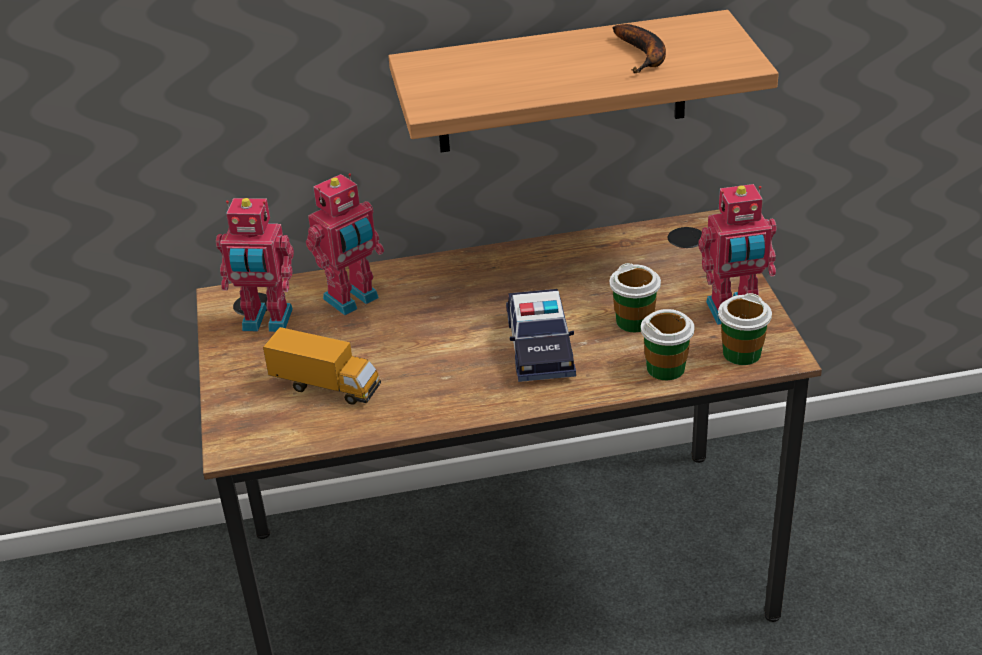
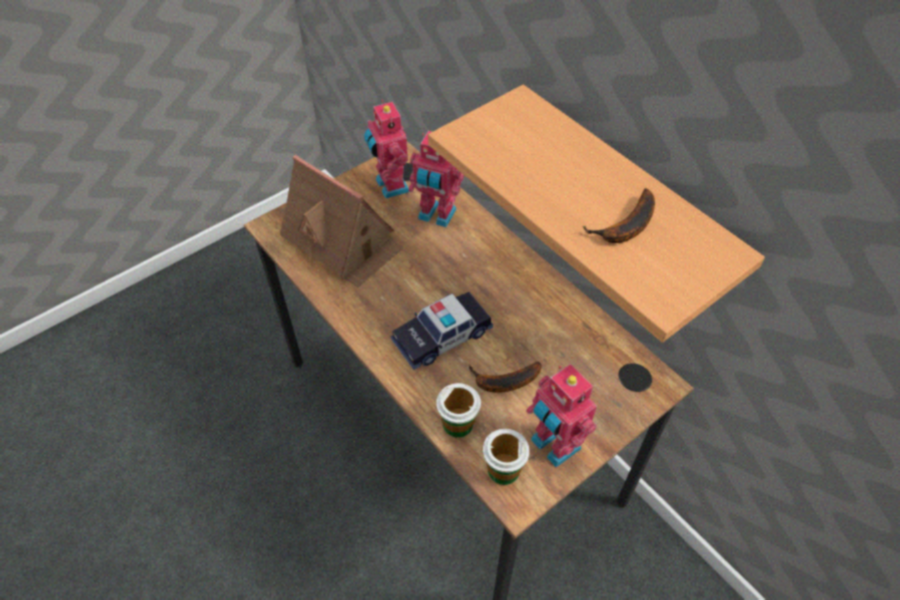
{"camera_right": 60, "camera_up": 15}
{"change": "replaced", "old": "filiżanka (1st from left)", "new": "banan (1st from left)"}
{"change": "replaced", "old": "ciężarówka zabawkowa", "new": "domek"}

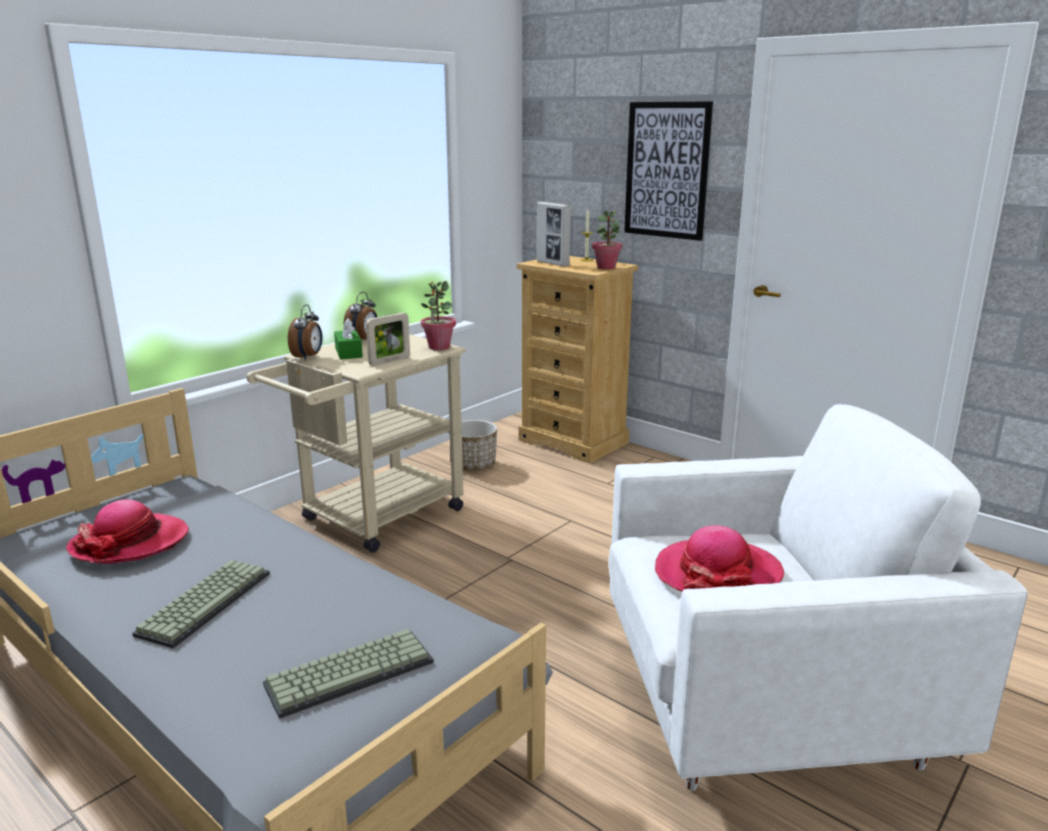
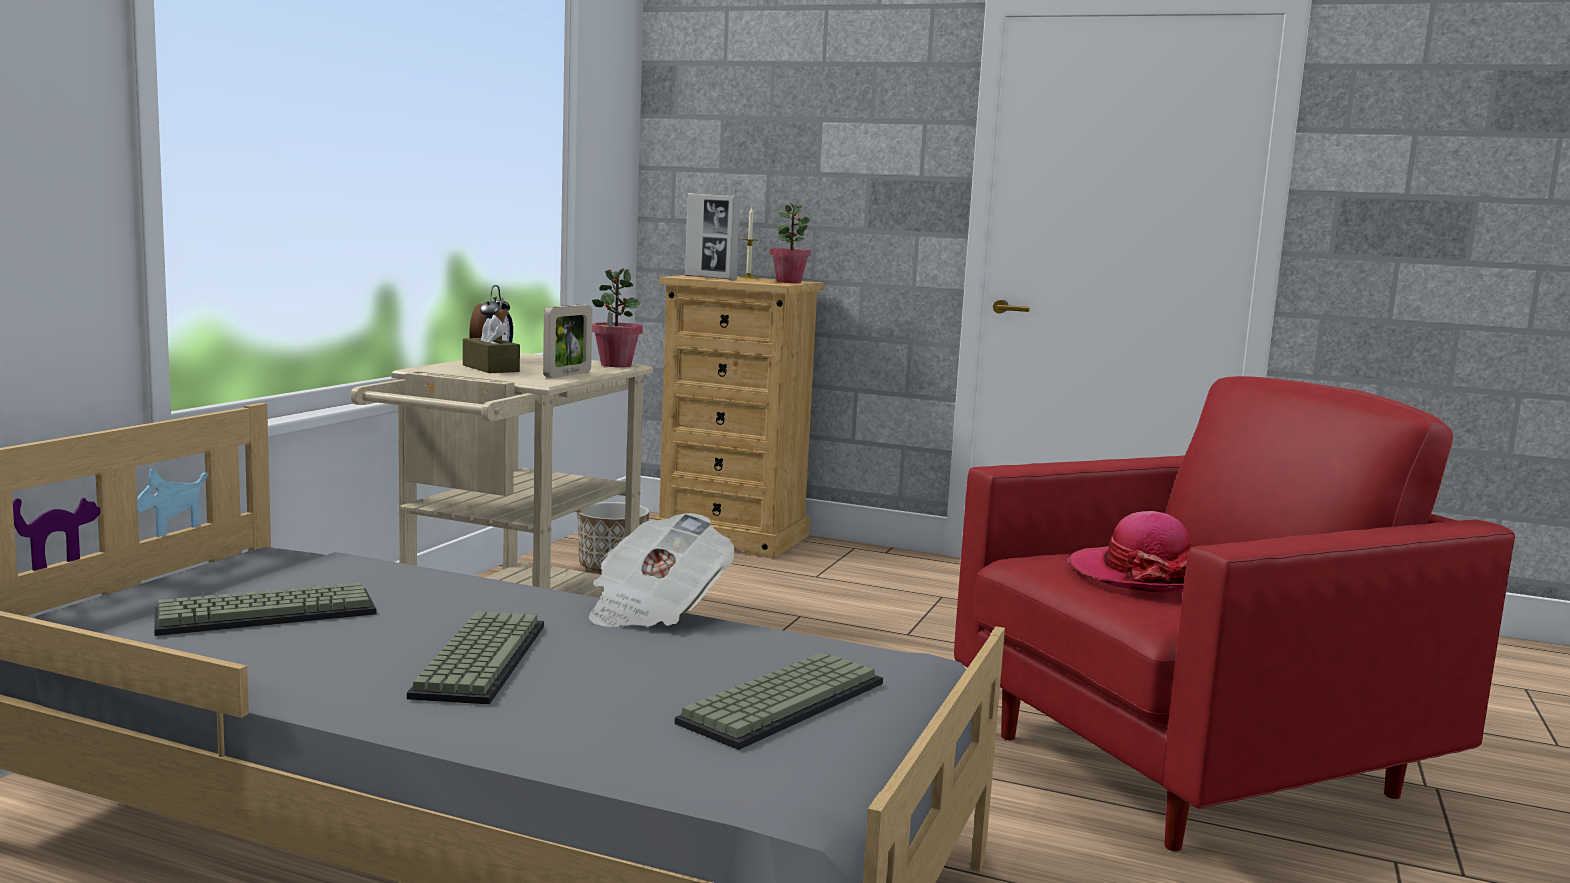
{"camera_right": -20, "camera_up": -10}
{"change": "removed", "old": "obraz"}
{"change": "removed", "old": "budzik (1st from left)"}
{"change": "recoloured", "old": "pudełko chusteczek [zielony]", "new": "pudełko chusteczek [brązowy]"}
{"change": "recoloured", "old": "fotel [biały]", "new": "fotel [czerwony]"}
{"change": "replaced", "old": "kapelusz (1st from left)", "new": "klawiatura (1st from left)"}
{"change": "added", "new": "gazeta"}

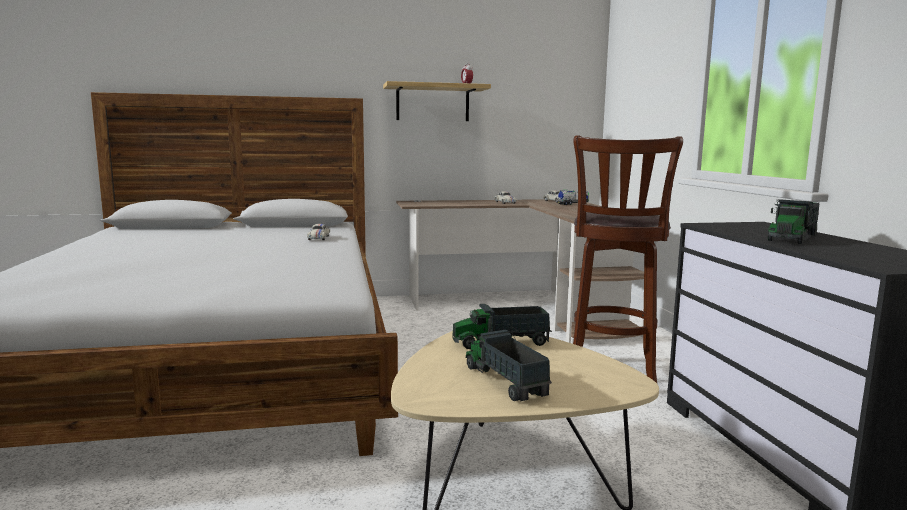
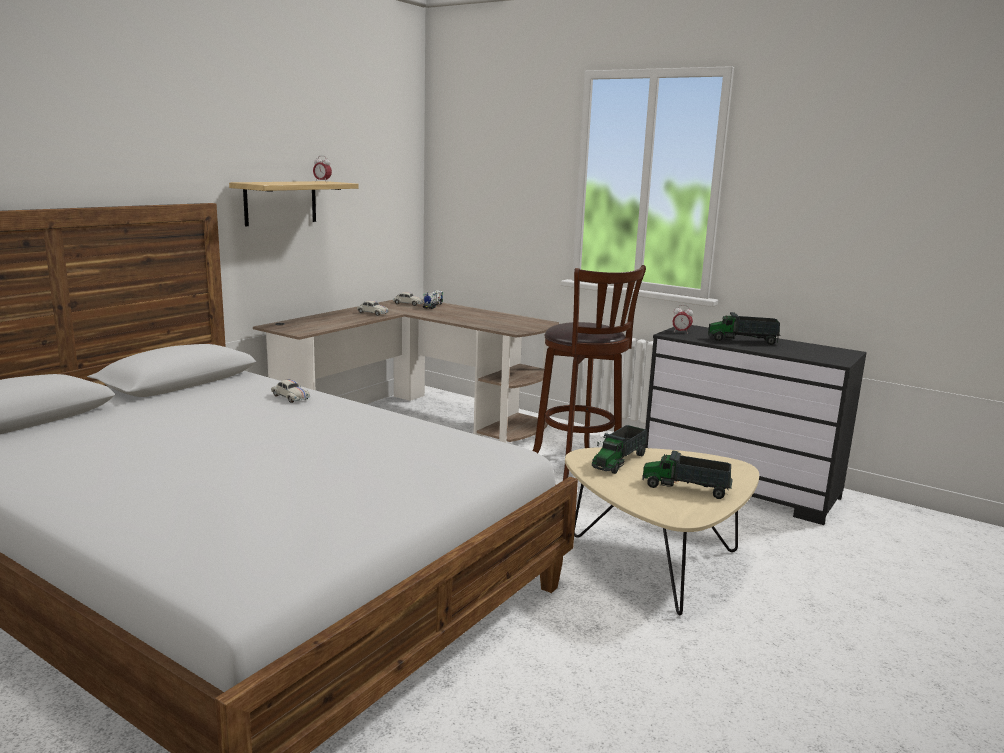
{"camera_right": -45, "camera_up": 5}
{"change": "turned", "old": "ciężarówka zabawkowa (4th from left)", "degrees": 105}
{"change": "added", "new": "budzik (2nd from left)"}

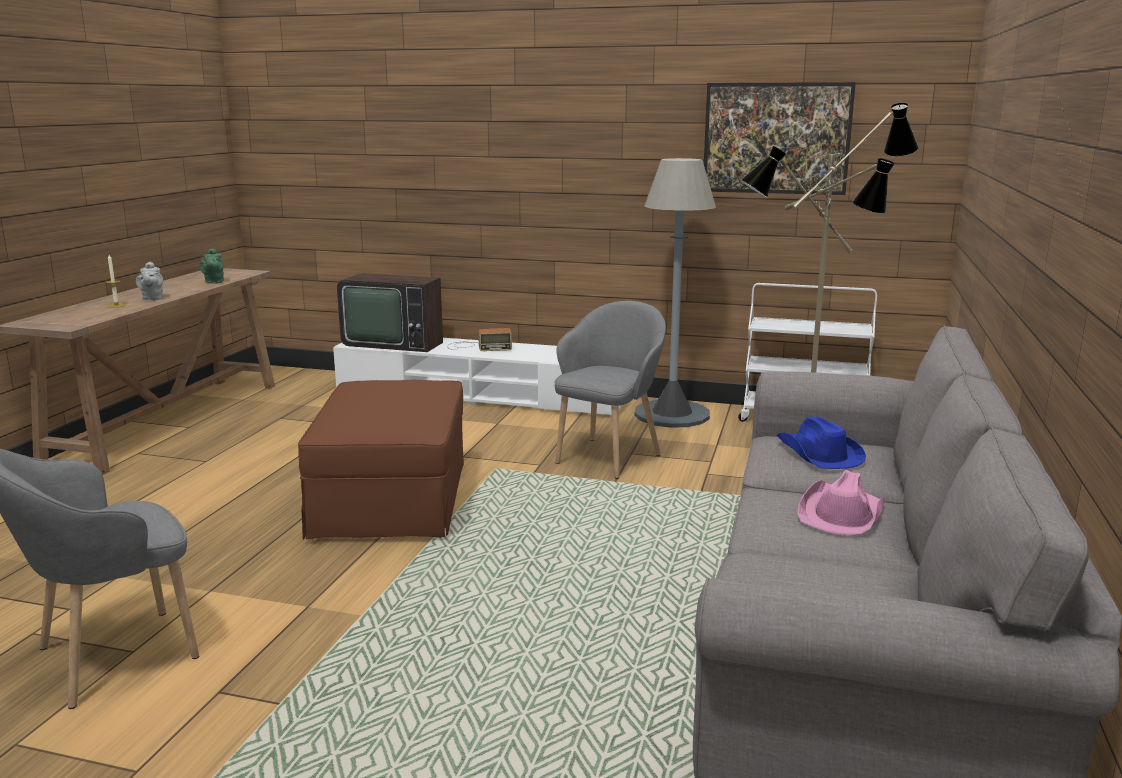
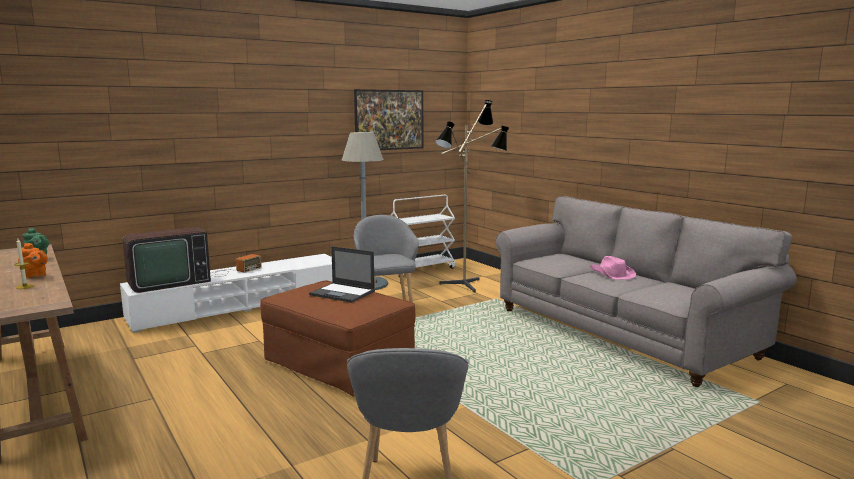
{"camera_right": -50, "camera_up": -5}
{"change": "recoloured", "old": "imbryk [szary]", "new": "imbryk [pomarańczowy]"}
{"change": "removed", "old": "kapelusz [niebieski]"}
{"change": "added", "new": "laptop"}

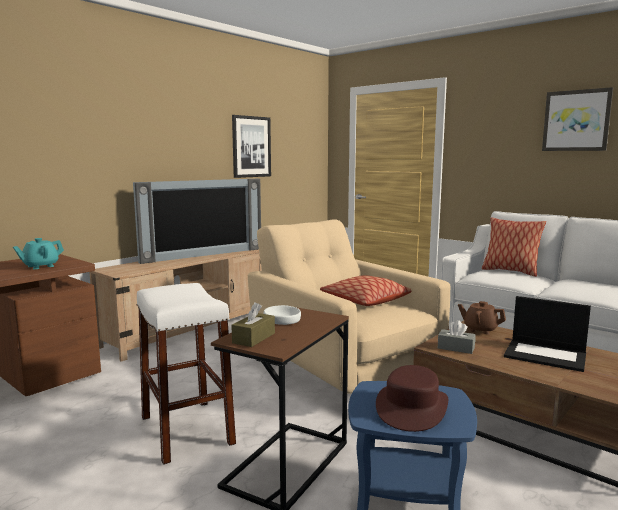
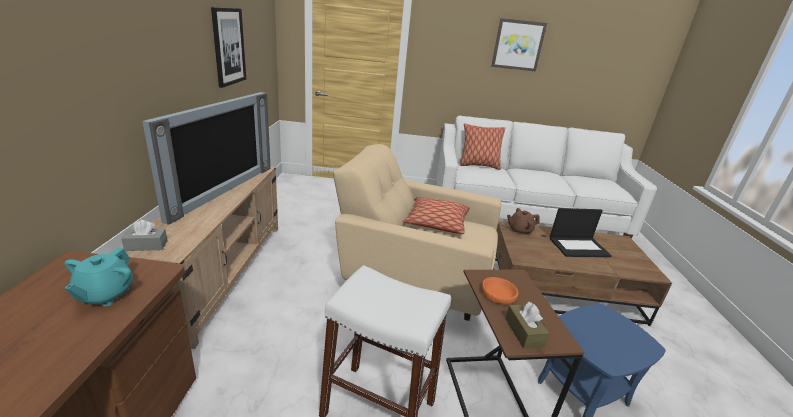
{"camera_right": -40, "camera_up": 15}
{"change": "recoloured", "old": "miska [biały]", "new": "miska [pomarańczowy]"}
{"change": "moved", "old": "pudełko chusteczek [szary]"}
{"change": "removed", "old": "kapelusz [brązowy]"}

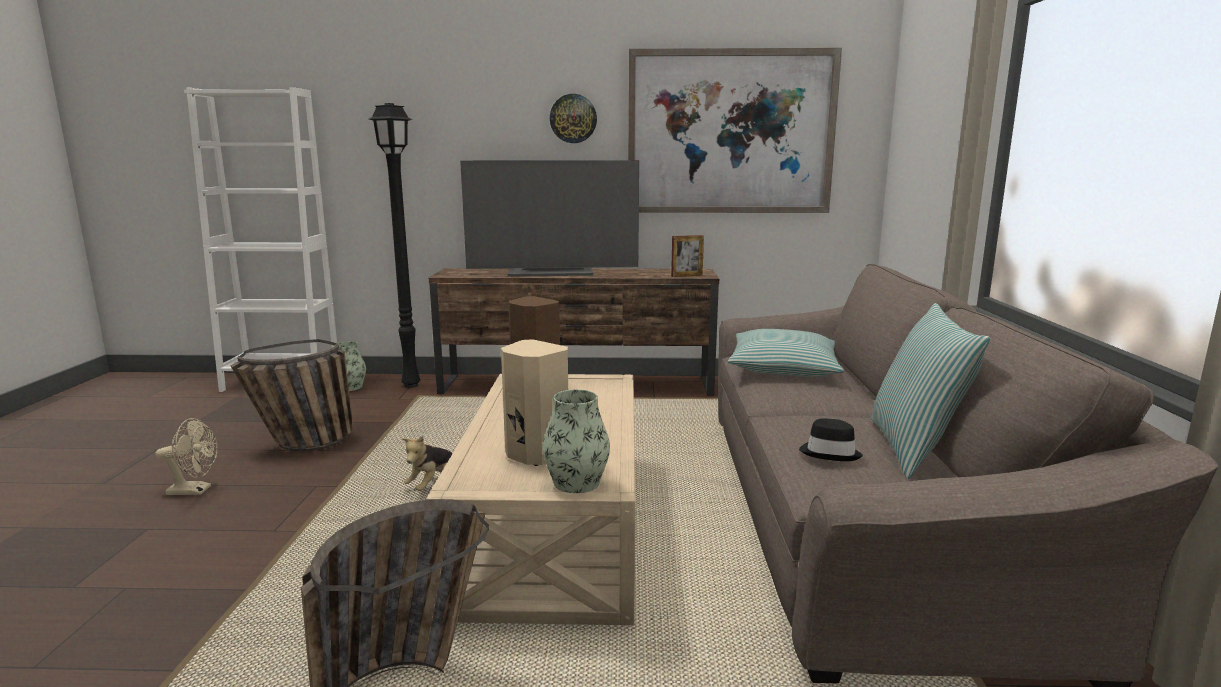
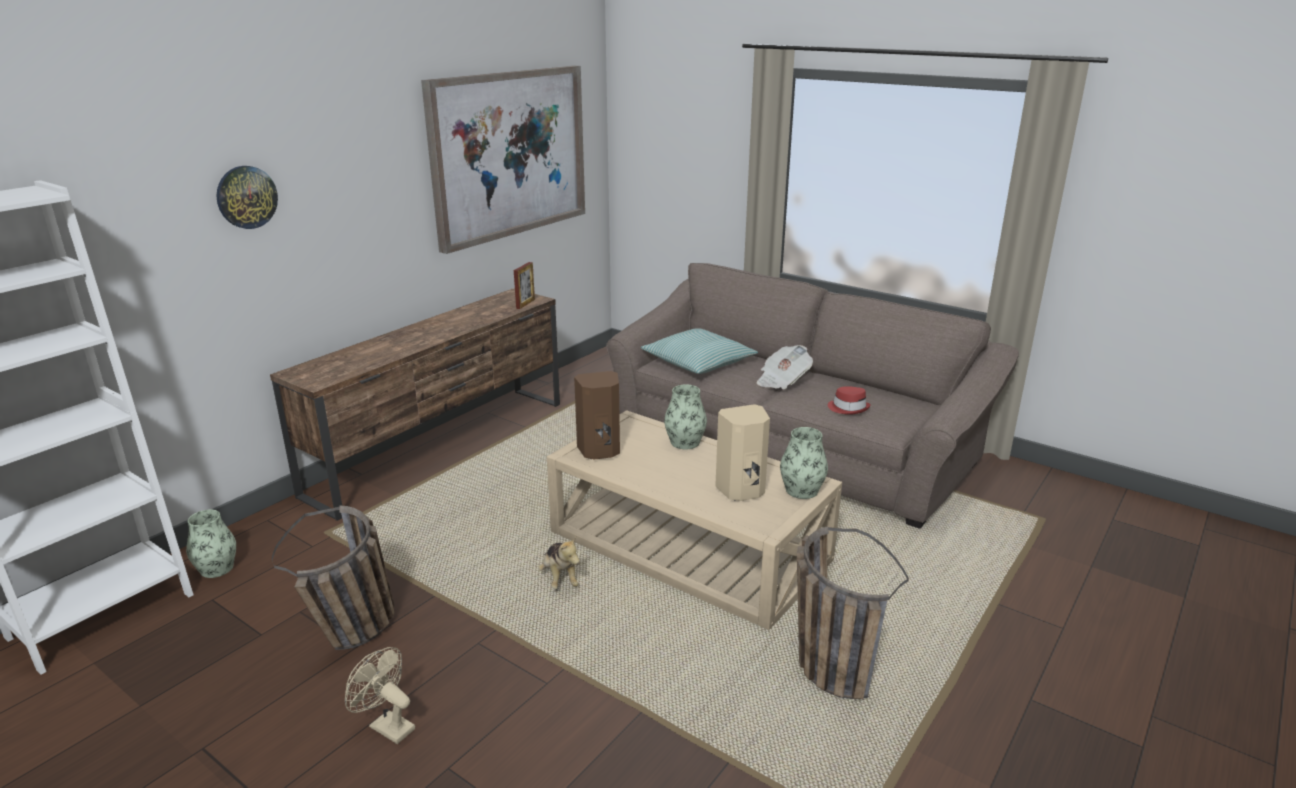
{"camera_right": -55, "camera_up": 10}
{"change": "moved", "old": "zegar ścienny"}
{"change": "removed", "old": "lampa stojąca [czarny]"}
{"change": "removed", "old": "telewizor"}
{"change": "removed", "old": "poduszka (2nd from left)"}
{"change": "turned", "old": "wentylator [beżowy]", "degrees": -90}
{"change": "recoloured", "old": "kapelusz [czarny]", "new": "kapelusz [czerwony]"}
{"change": "added", "new": "gazeta"}
{"change": "added", "new": "wazon (2nd from left)"}

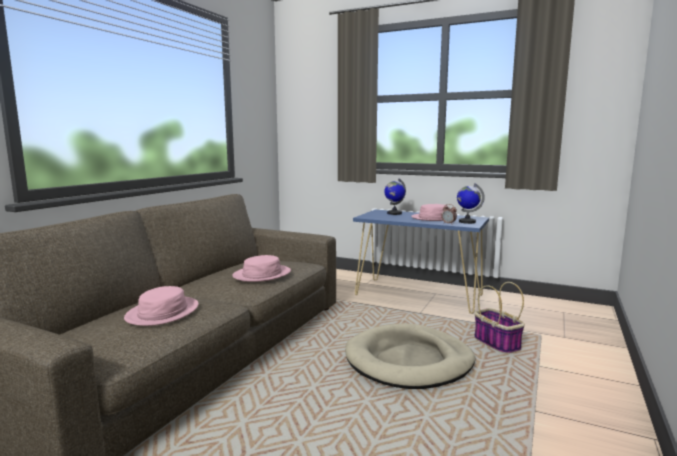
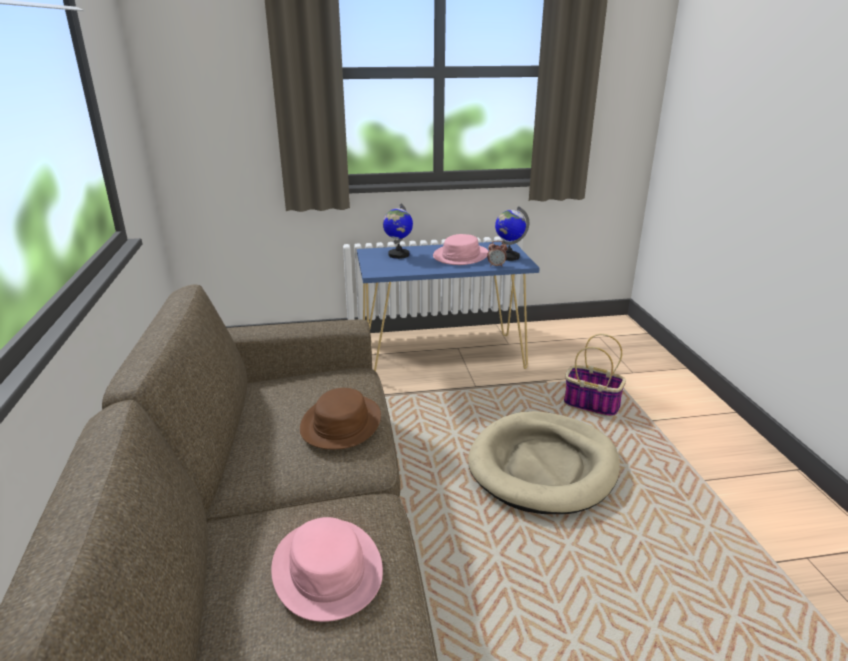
{"camera_right": -35, "camera_up": 15}
{"change": "recoloured", "old": "kapelusz [różowy] (2nd from left)", "new": "kapelusz [brązowy]"}

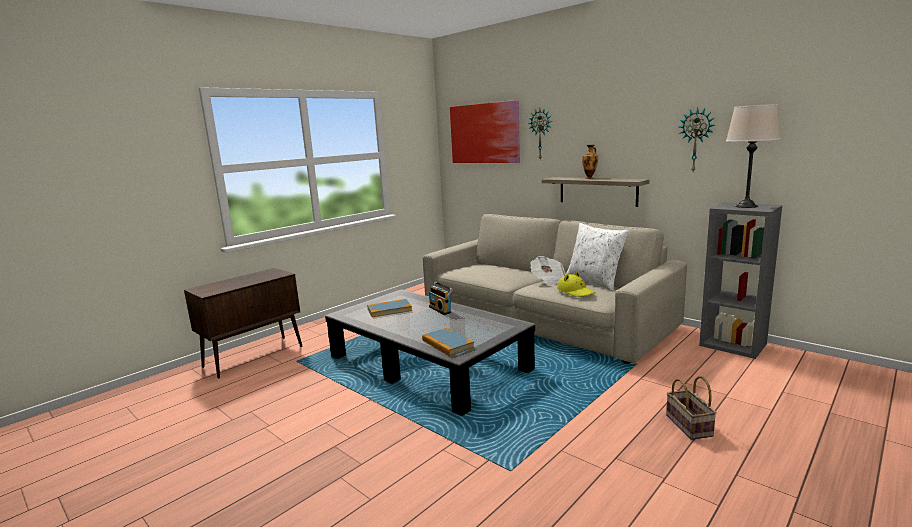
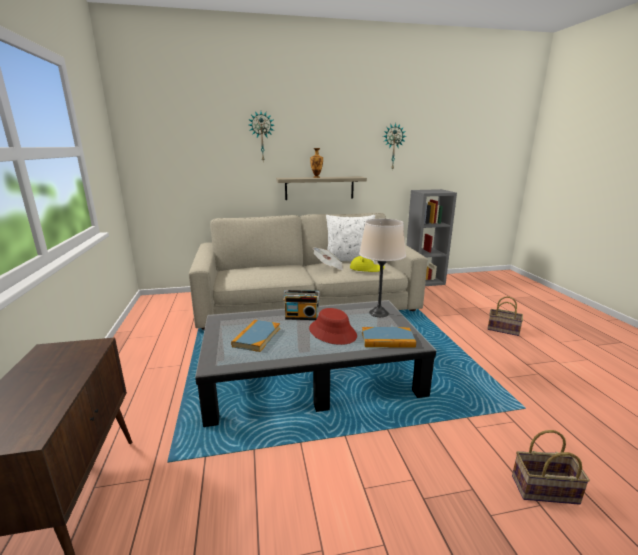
{"camera_right": -55, "camera_up": 5}
{"change": "removed", "old": "obraz"}
{"change": "moved", "old": "lampa stołowa [beżowy]"}
{"change": "added", "new": "kapelusz [czerwony]"}
{"change": "added", "new": "koszyk (2nd from left)"}

